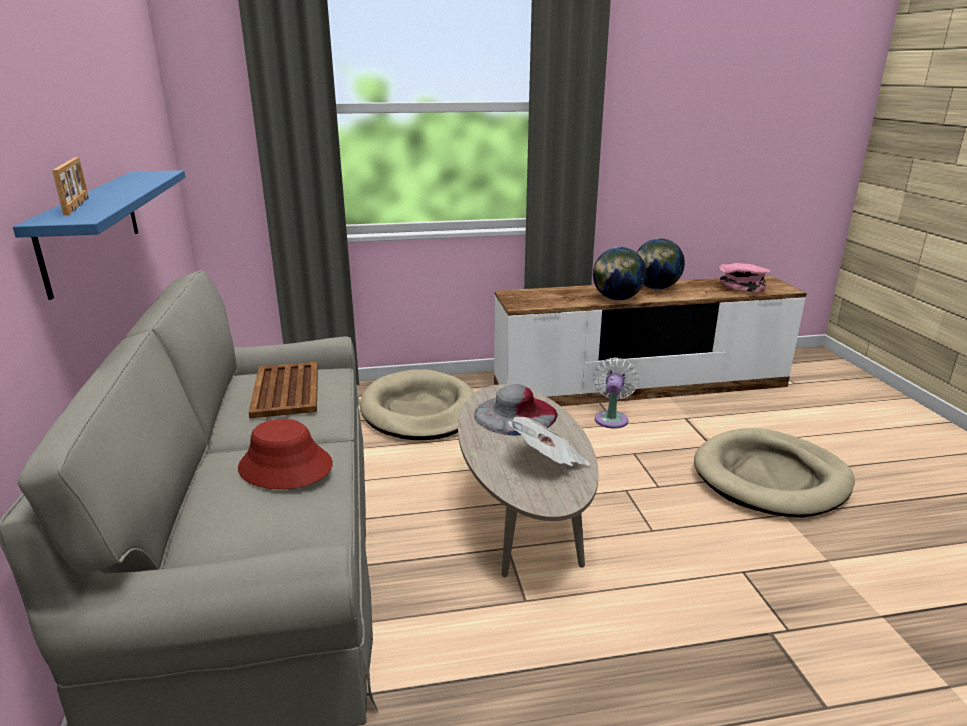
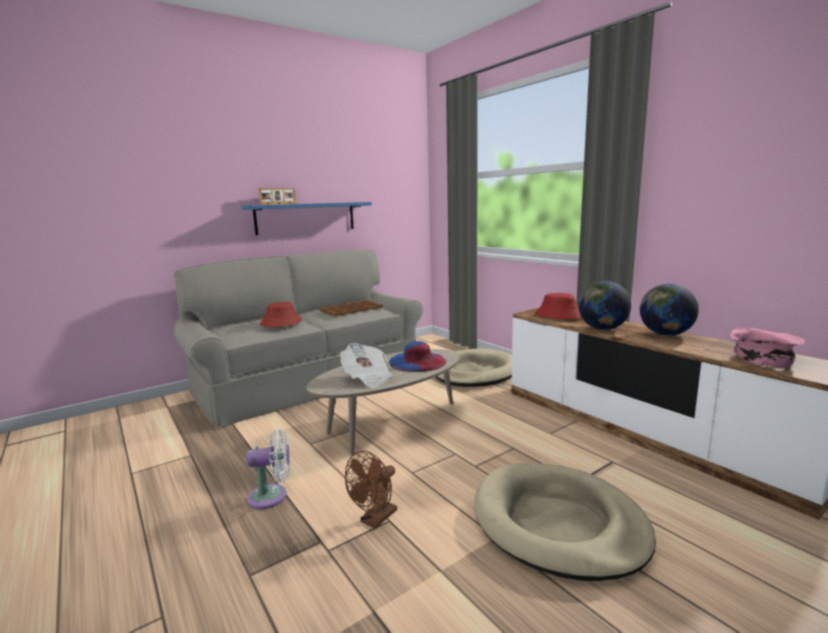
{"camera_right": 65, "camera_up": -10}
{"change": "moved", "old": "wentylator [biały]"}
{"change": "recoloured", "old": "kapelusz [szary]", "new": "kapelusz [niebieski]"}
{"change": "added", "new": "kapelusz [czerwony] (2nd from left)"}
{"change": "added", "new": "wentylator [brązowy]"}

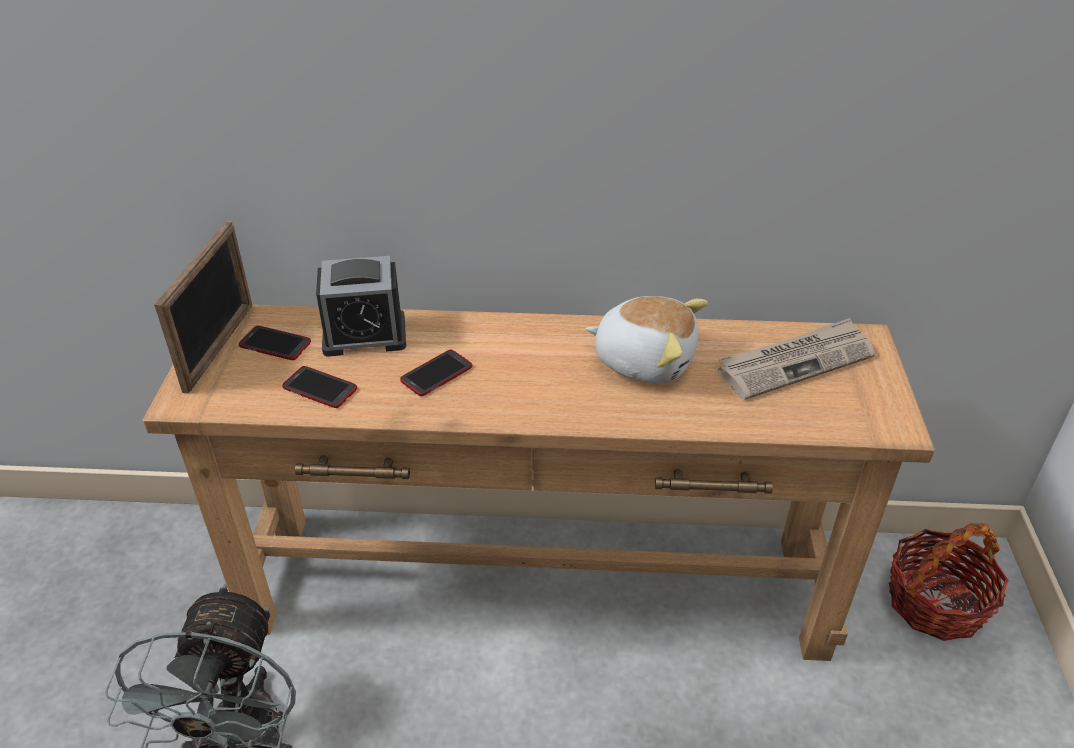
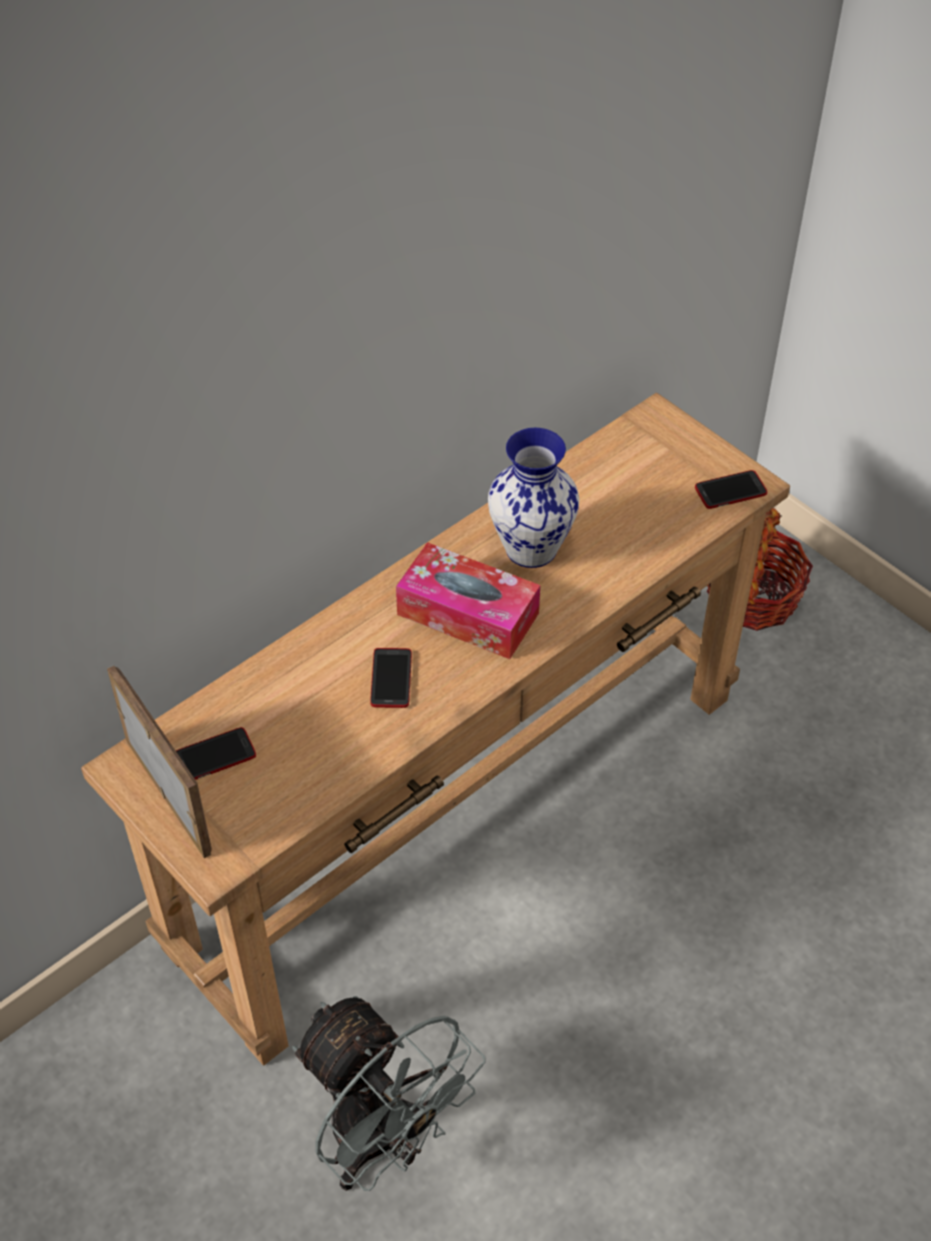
{"camera_right": -45, "camera_up": 10}
{"change": "removed", "old": "budzik"}
{"change": "replaced", "old": "pluszak", "new": "wazon"}
{"change": "removed", "old": "gazeta"}
{"change": "moved", "old": "telefon (2nd from left in the first image)", "new": "telefon (3rd from left)"}
{"change": "added", "new": "pudełko chusteczek"}

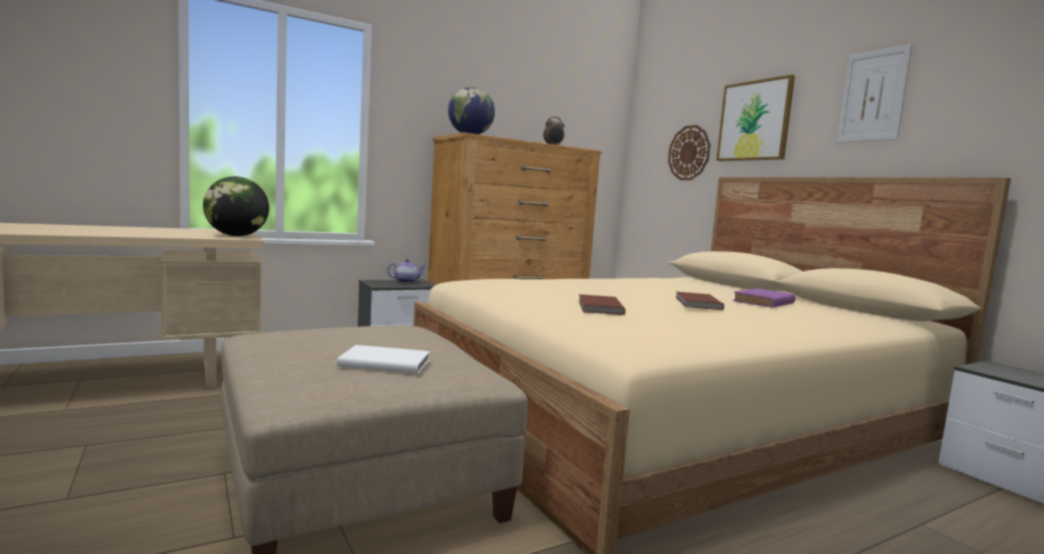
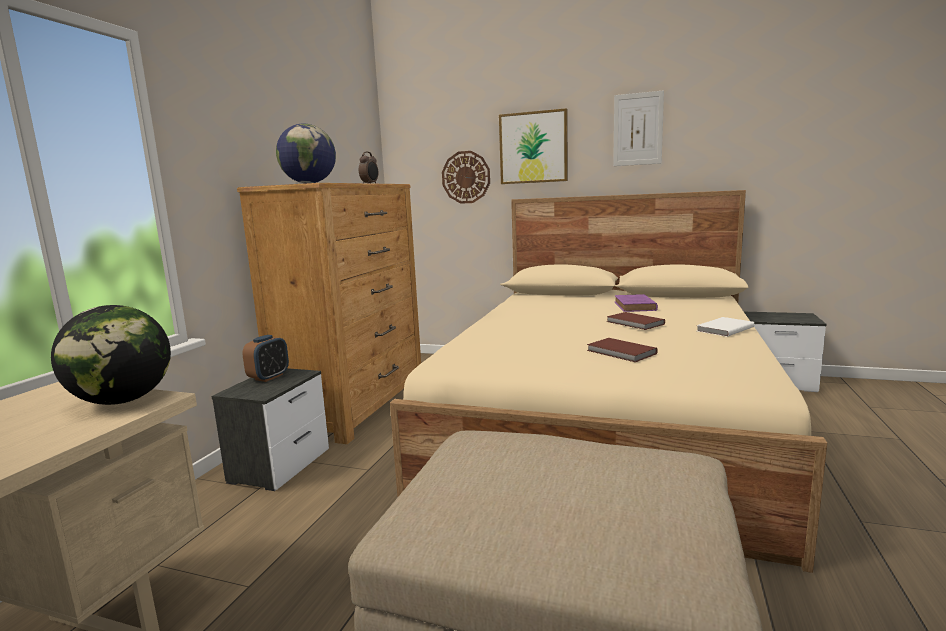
{"camera_right": -40, "camera_up": 5}
{"change": "replaced", "old": "imbryk", "new": "budzik (1st from left)"}
{"change": "moved", "old": "książka [biały]"}

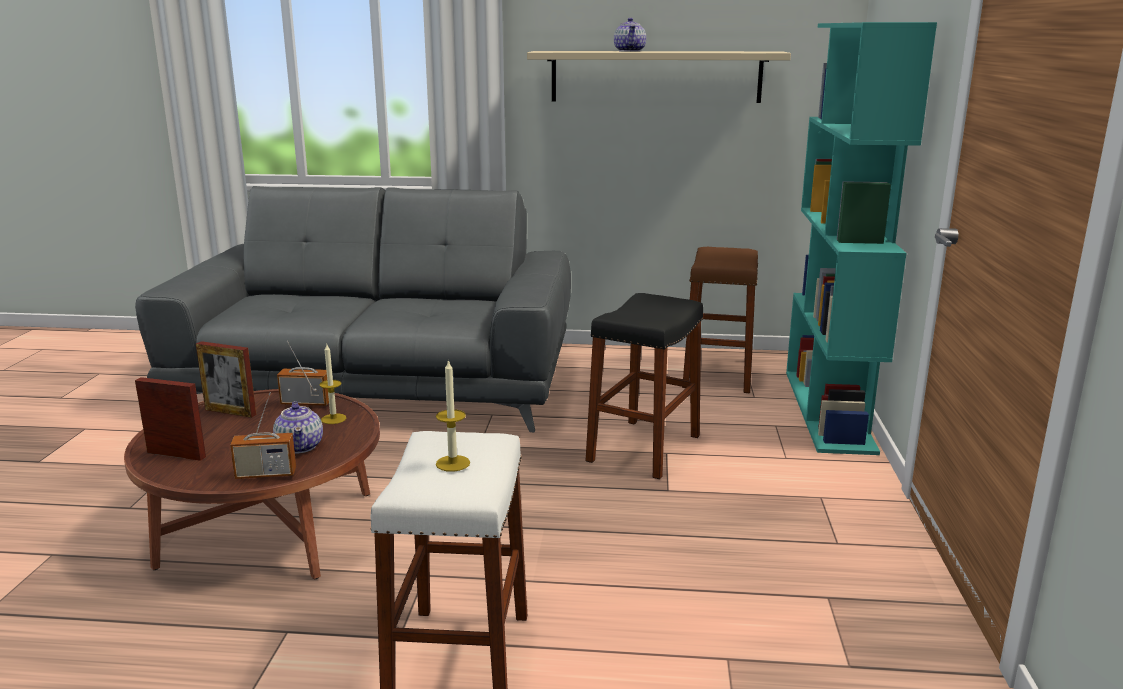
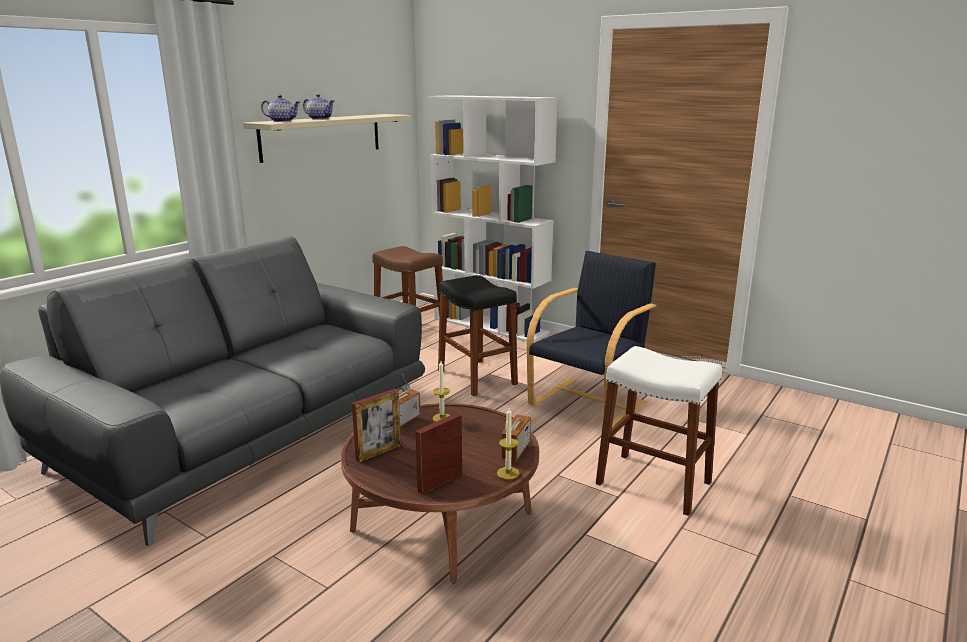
{"camera_right": -60, "camera_up": 0}
{"change": "recoloured", "old": "regał [turkusowy]", "new": "regał [biały]"}
{"change": "moved", "old": "świeca (2nd from left)"}
{"change": "moved", "old": "imbryk (1st from left)"}
{"change": "added", "new": "fotel [czarny]"}

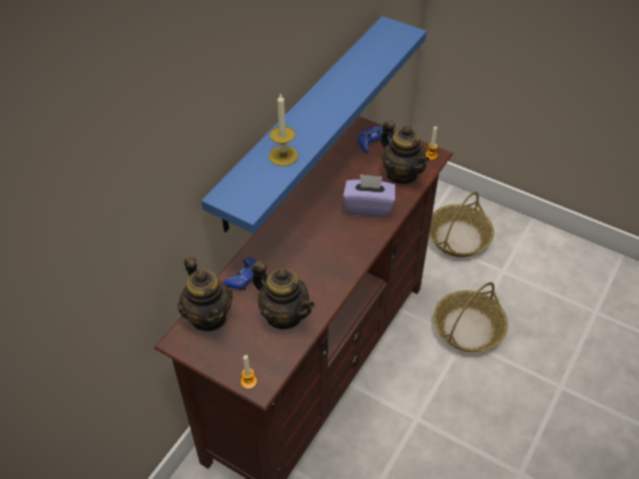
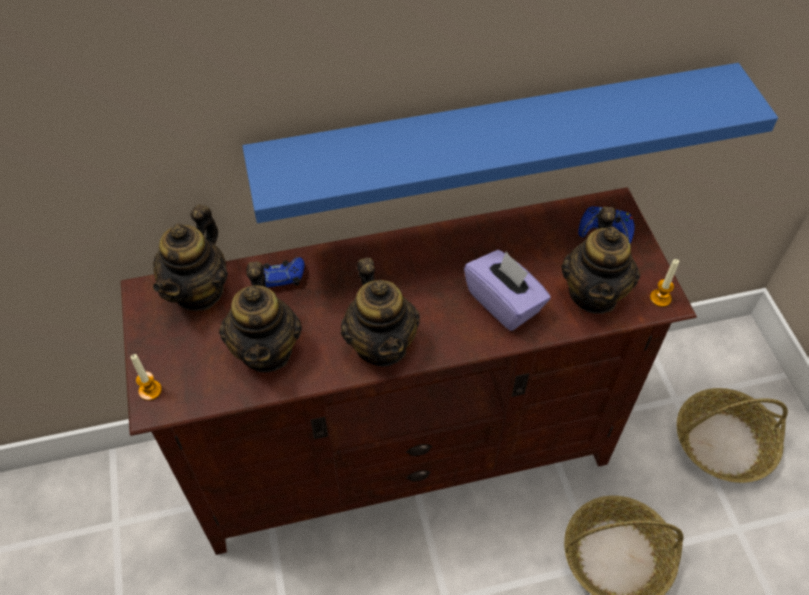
{"camera_right": 45, "camera_up": 5}
{"change": "removed", "old": "świeca (2nd from left)"}
{"change": "added", "new": "imbryk (3rd from left)"}

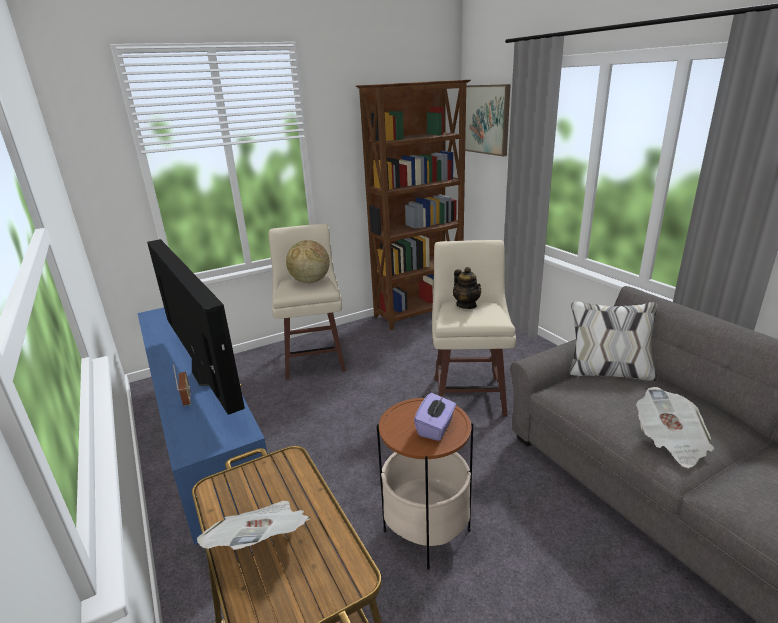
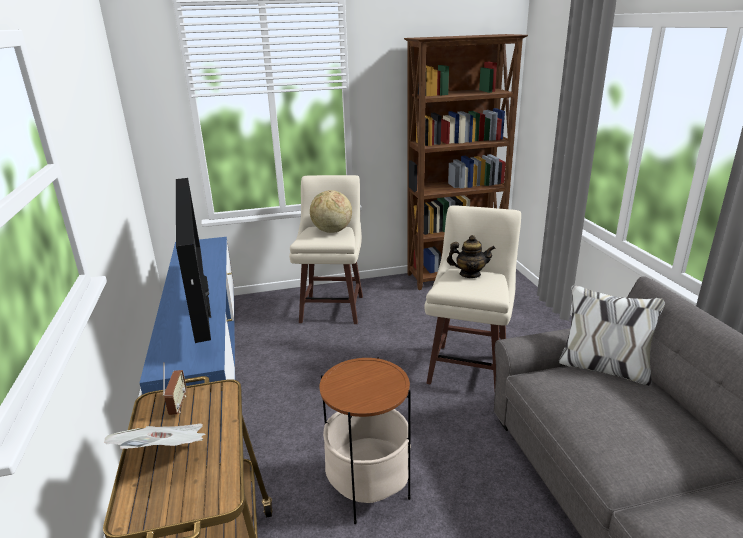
{"camera_right": 15, "camera_up": 0}
{"change": "removed", "old": "obraz"}
{"change": "turned", "old": "imbryk", "degrees": -75}
{"change": "moved", "old": "radio"}
{"change": "removed", "old": "gazeta (2nd from left)"}
{"change": "removed", "old": "pudełko chusteczek [fioletowy]"}

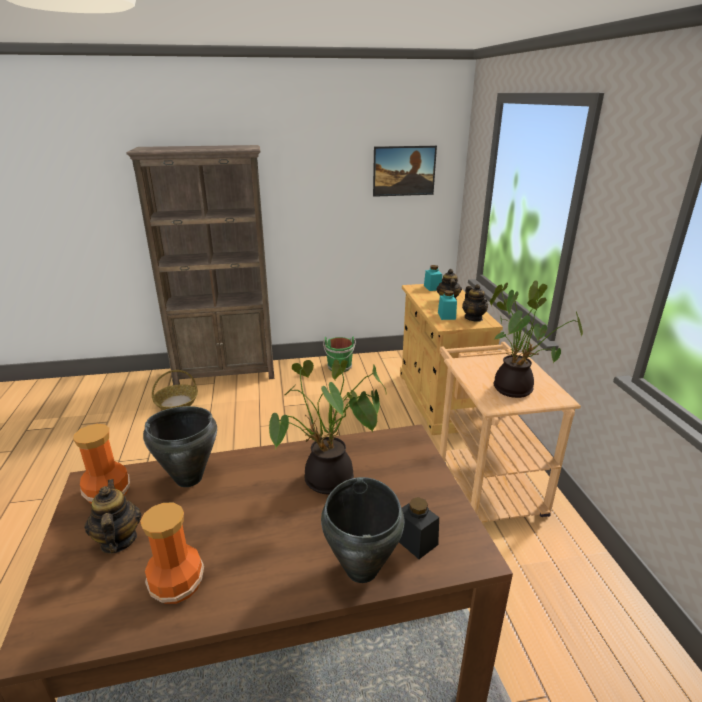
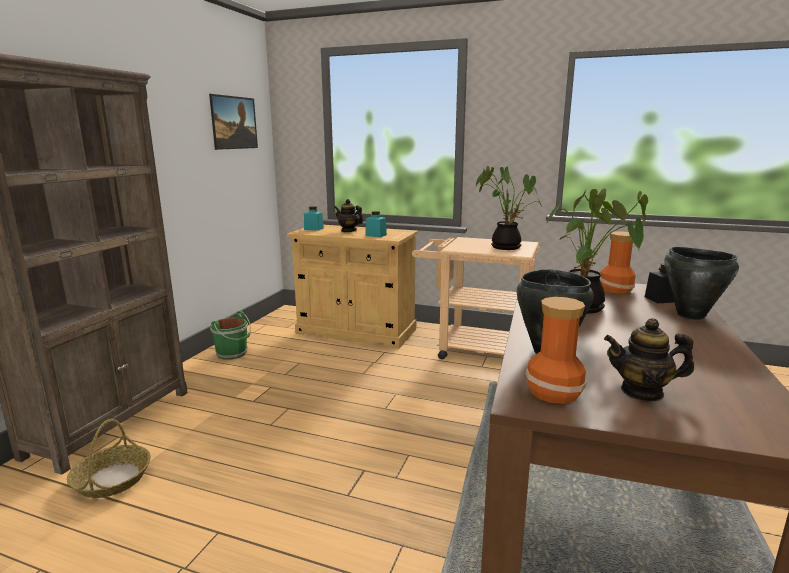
{"camera_right": -60, "camera_up": -10}
{"change": "removed", "old": "imbryk (3rd from left)"}
{"change": "moved", "old": "wazon (2nd from left)"}

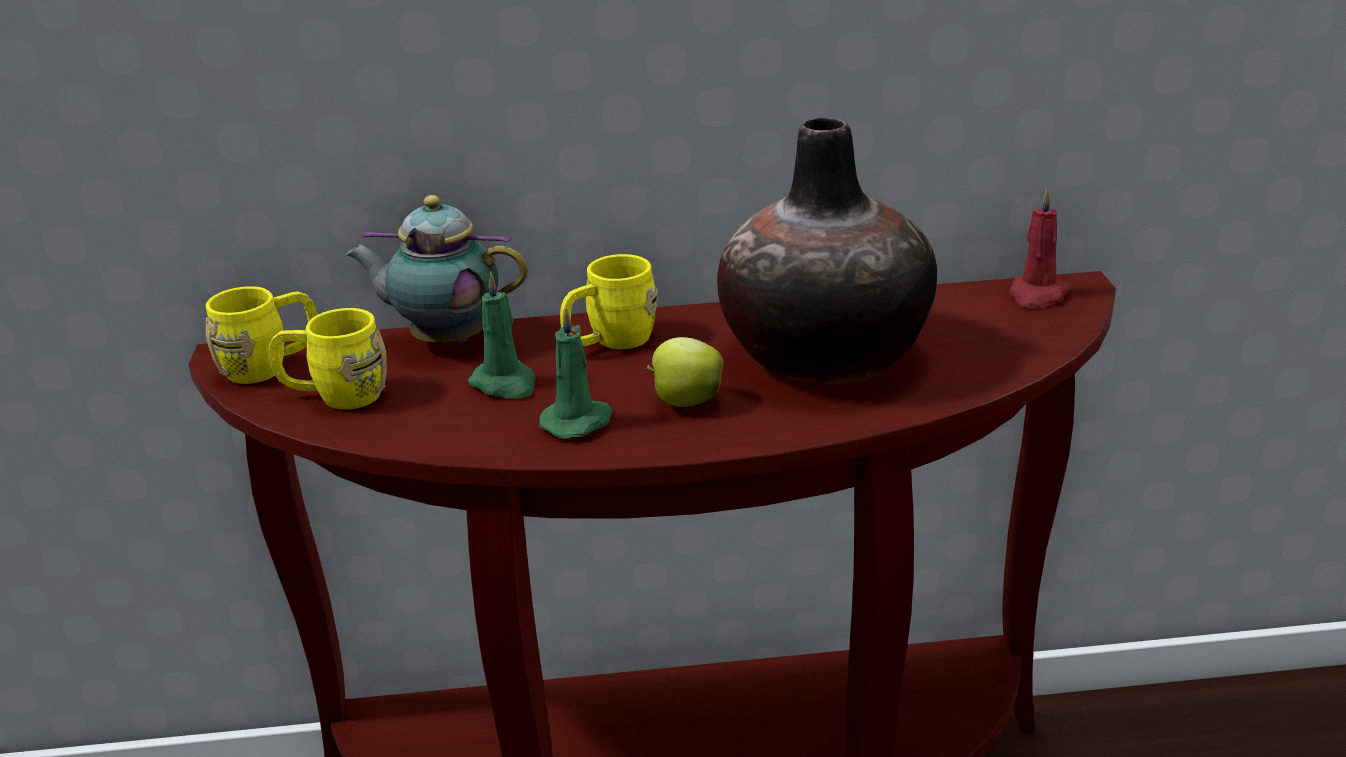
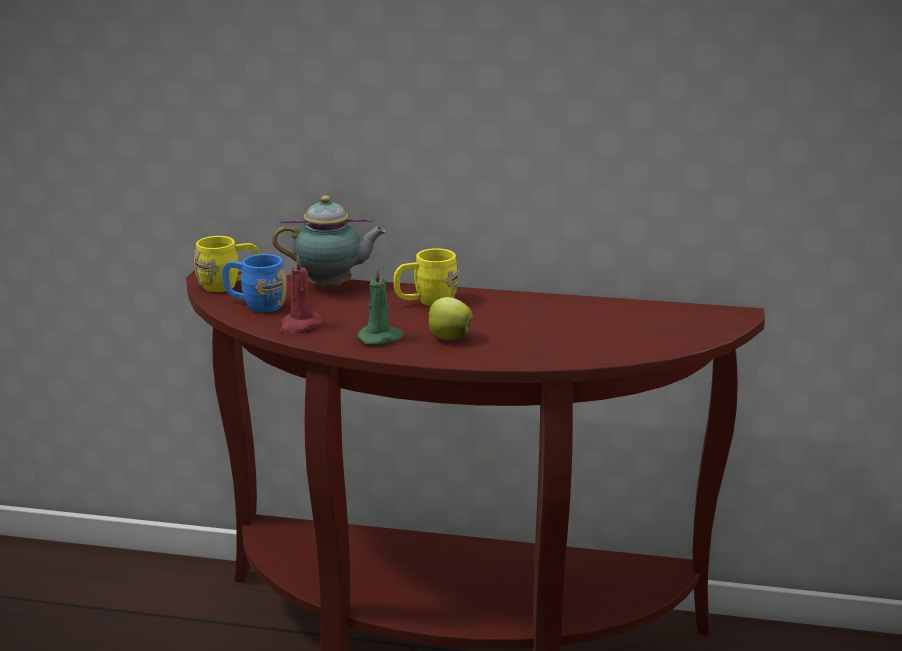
{"camera_right": 15, "camera_up": -5}
{"change": "removed", "old": "wazon"}
{"change": "moved", "old": "świeca [czerwony]"}
{"change": "turned", "old": "imbryk", "degrees": 150}
{"change": "removed", "old": "świeca [zielony] (1st from left)"}
{"change": "recoloured", "old": "kubek [żółty] (2nd from left)", "new": "kubek [niebieski]"}

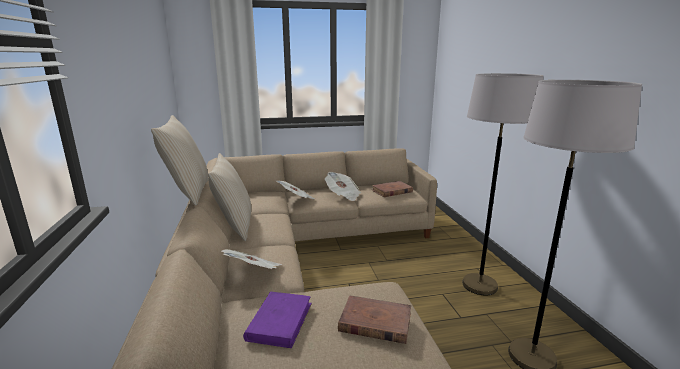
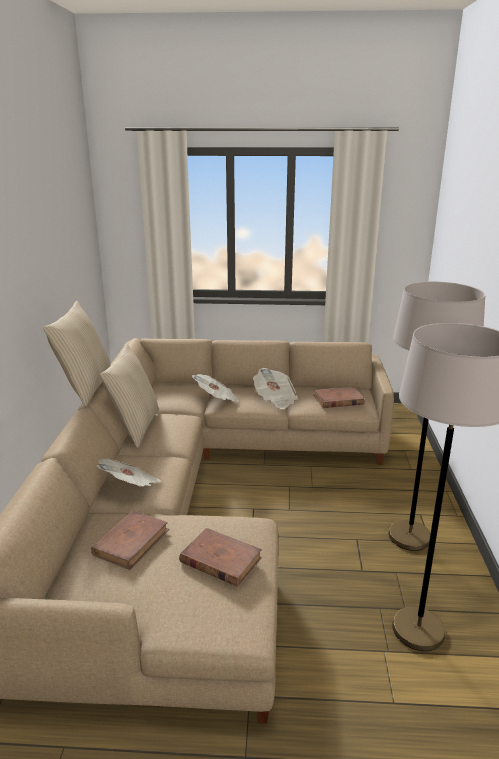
{"camera_right": 15, "camera_up": 5}
{"change": "recoloured", "old": "książka [fioletowy]", "new": "książka [brązowy] (1st from left)"}

